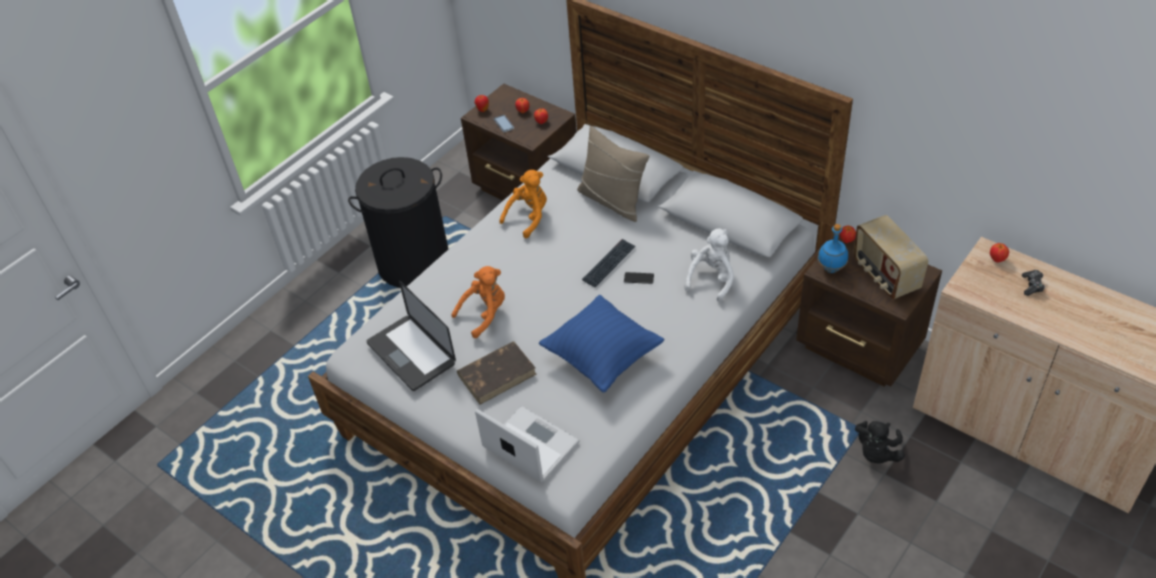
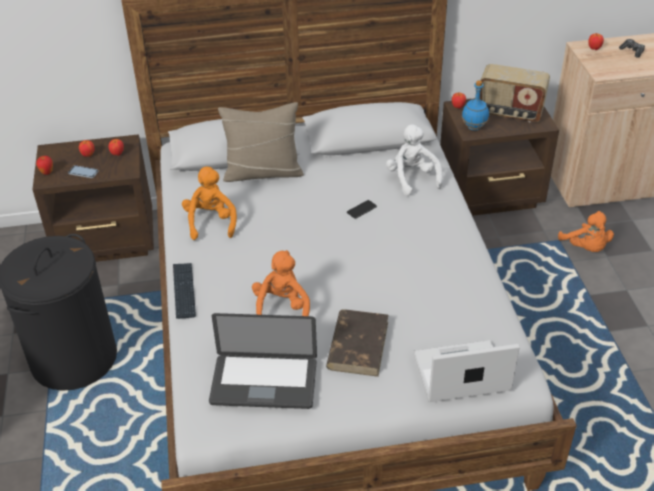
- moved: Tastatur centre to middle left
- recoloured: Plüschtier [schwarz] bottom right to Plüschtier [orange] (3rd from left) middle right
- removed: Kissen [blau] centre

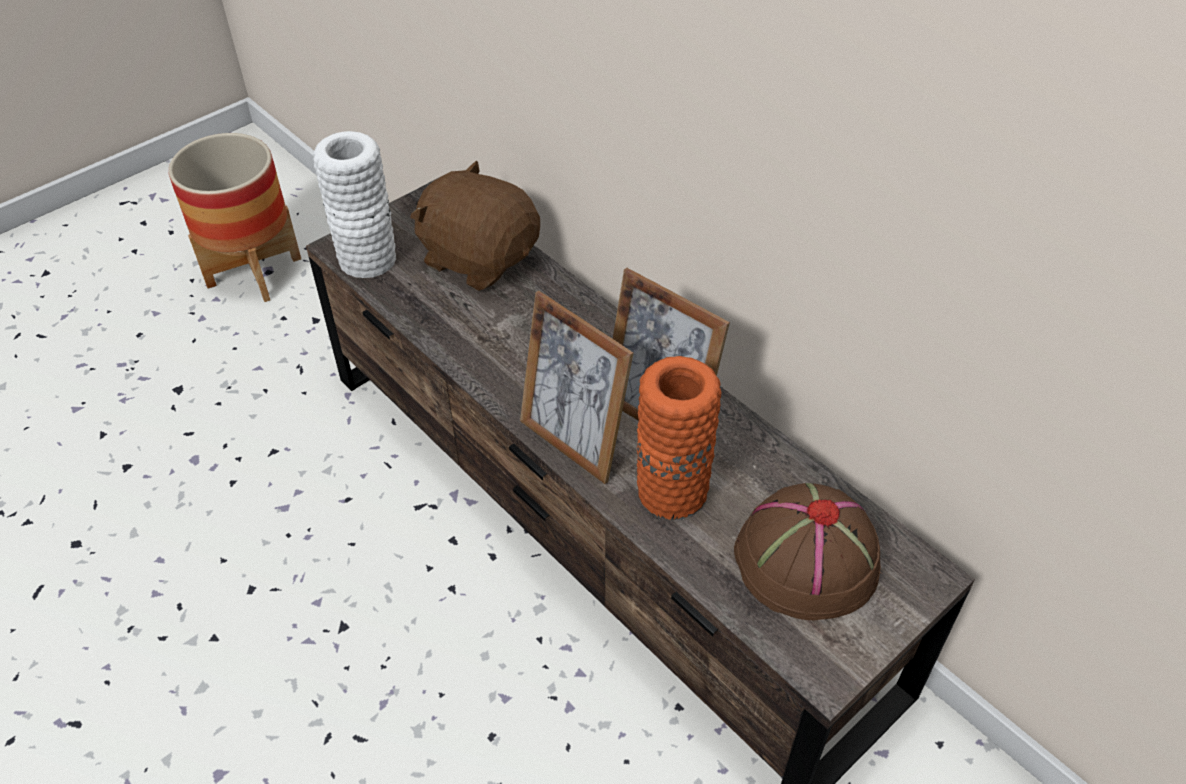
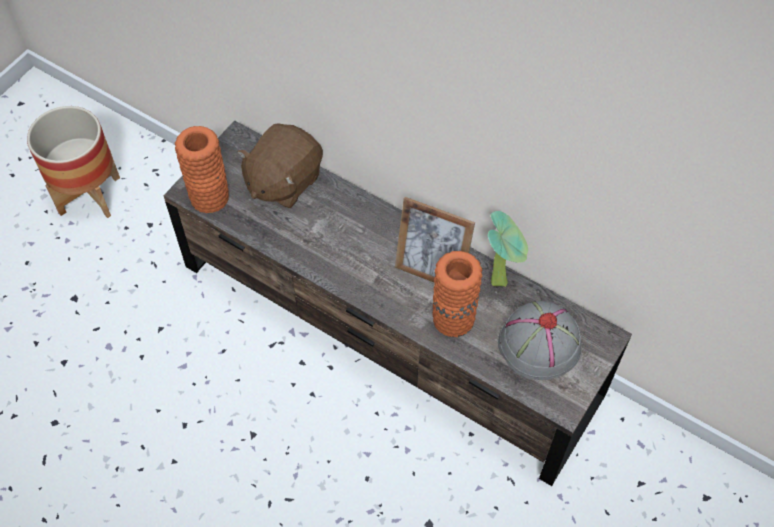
- recoloured: Vase [weiß] top left to Vase [orange] (1st from left) top left
- turned: Plüschtier [braun] top centre = top centre 75 degrees counterclockwise
- added: Topfpflanze centre
- recoloured: Hut [braun] bottom right to Hut [grau] middle right
- removed: Bilderrahmen (1st from left) centre

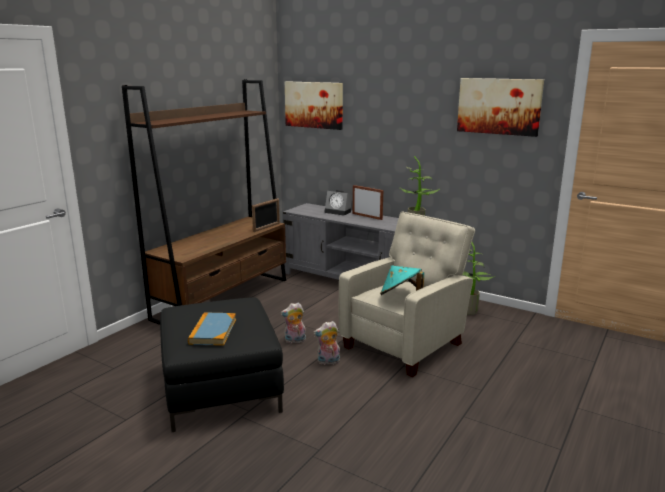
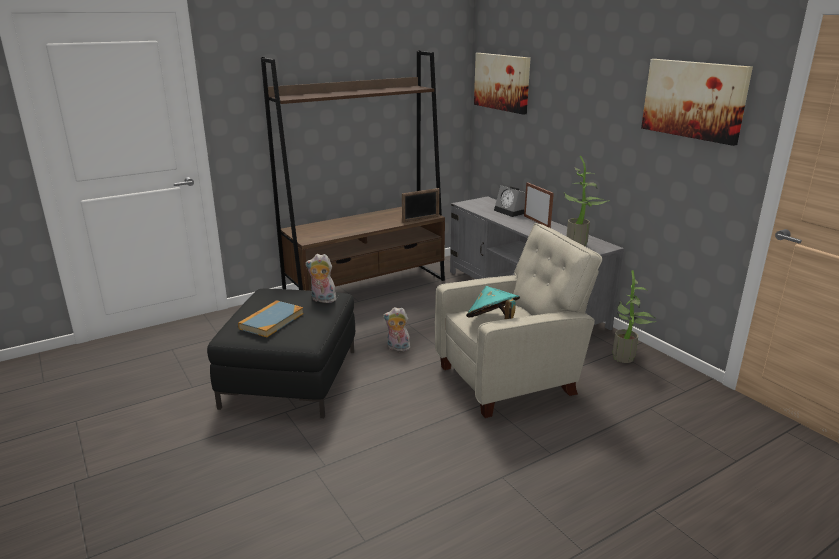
- moved: Plüschtier (2nd from left in the first image) bottom centre to Plüschtier (1st from left) centre

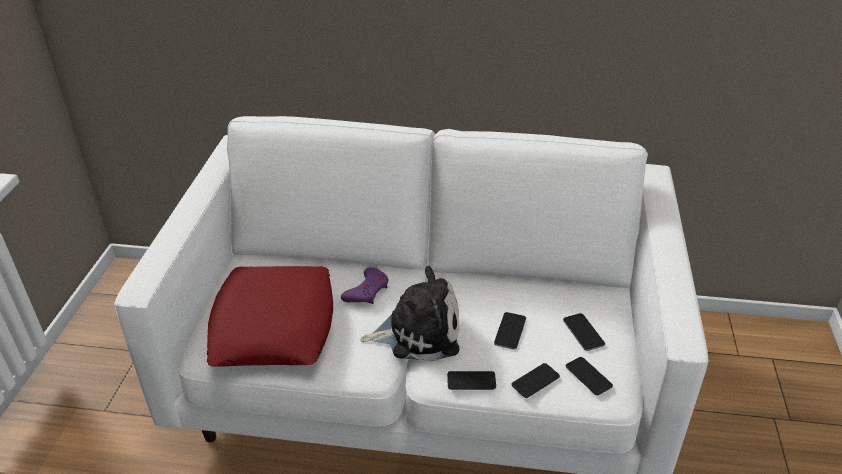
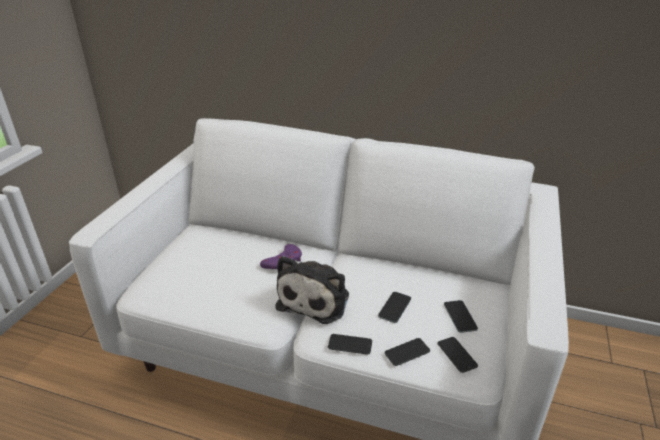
- turned: Plüschtier centre = centre 105 degrees clockwise
- removed: Kissen [rot] bottom left

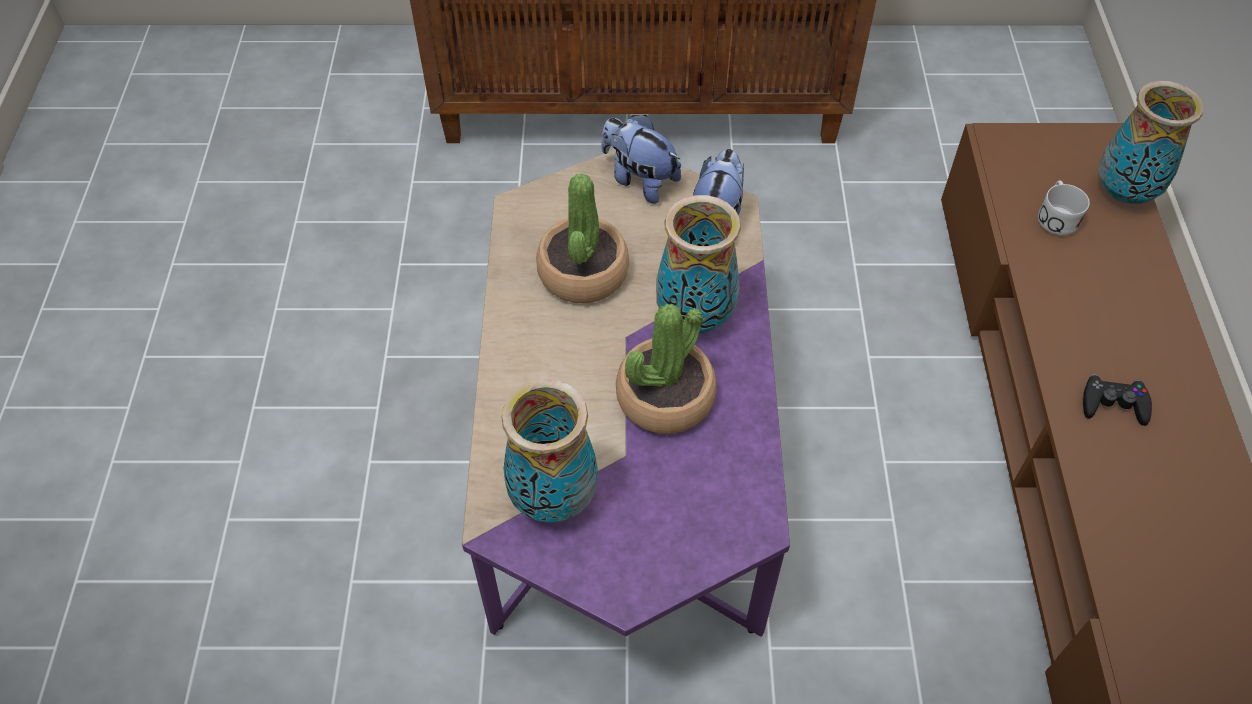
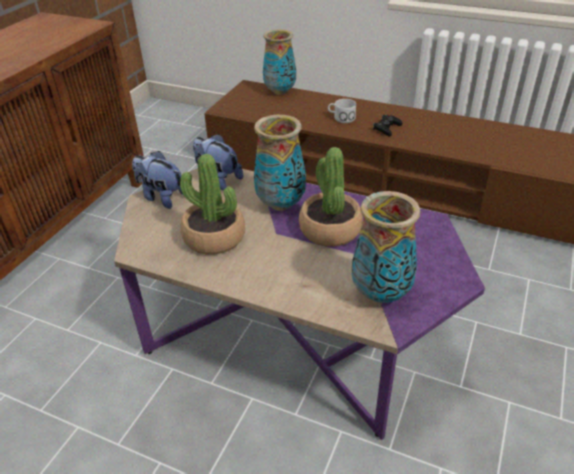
- turned: Plüschtier (1st from left) top centre = middle left 60 degrees clockwise
- moved: Henkelbecher [weiß] top right to top centre

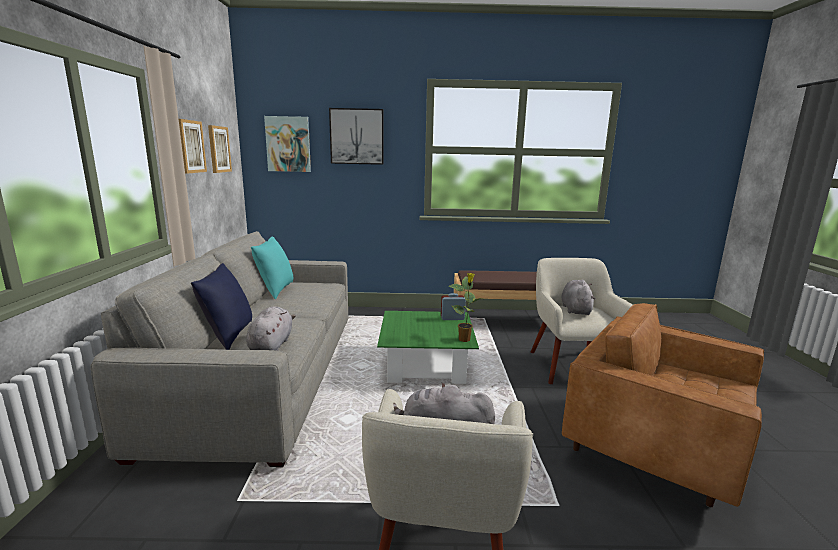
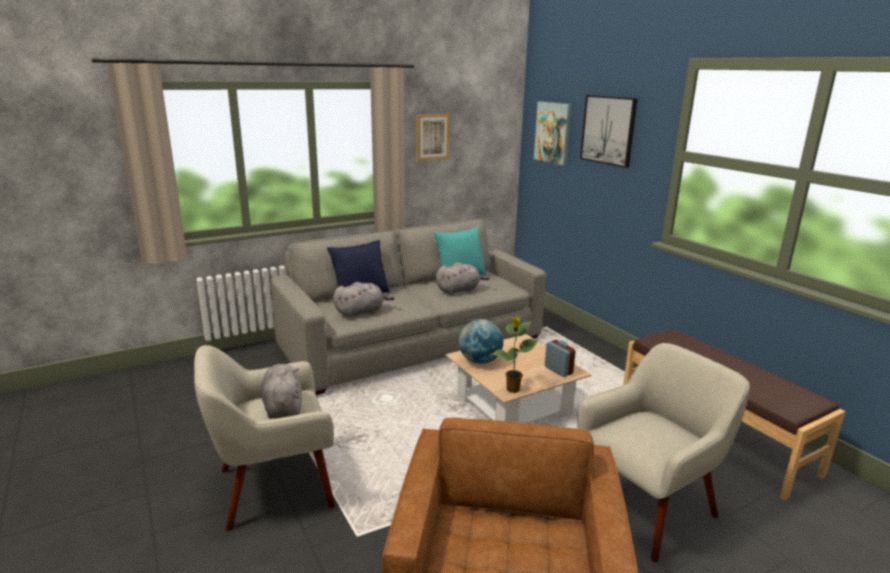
- moved: Plüschtier [grau] (3rd from left) middle right to centre
- recoloured: Couchtisch [grün] centre to Couchtisch [beige] centre
- added: Globus centre
- removed: Bild (2nd from left) top left

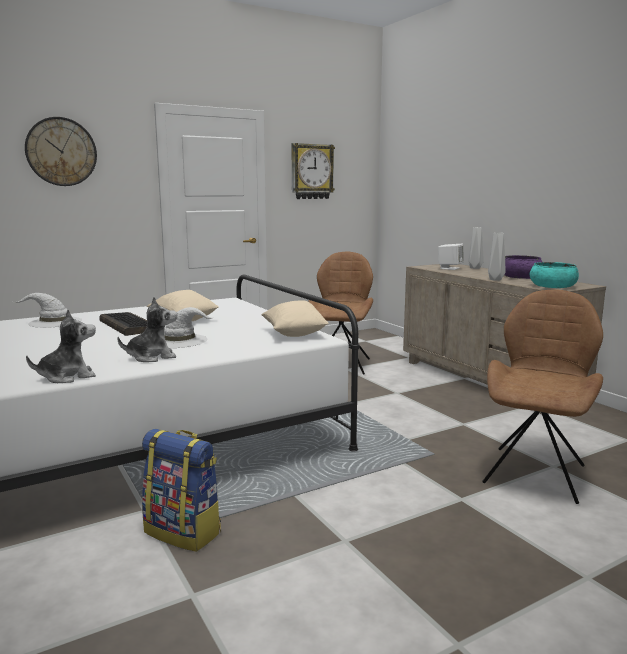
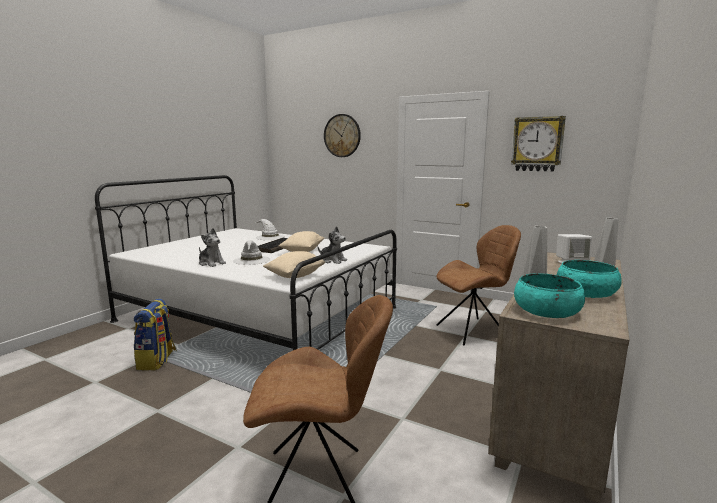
- moved: Plüschtier (1st from left in the first image) middle left to Plüschtier (2nd from left) centre
- recoloured: Schüssel [lila] middle right to Schüssel [türkis] (2nd from left) middle right

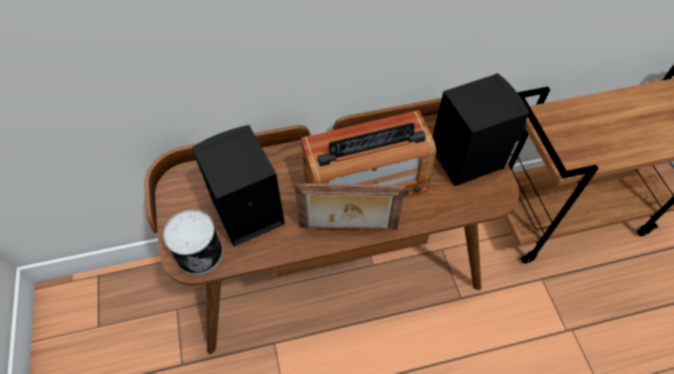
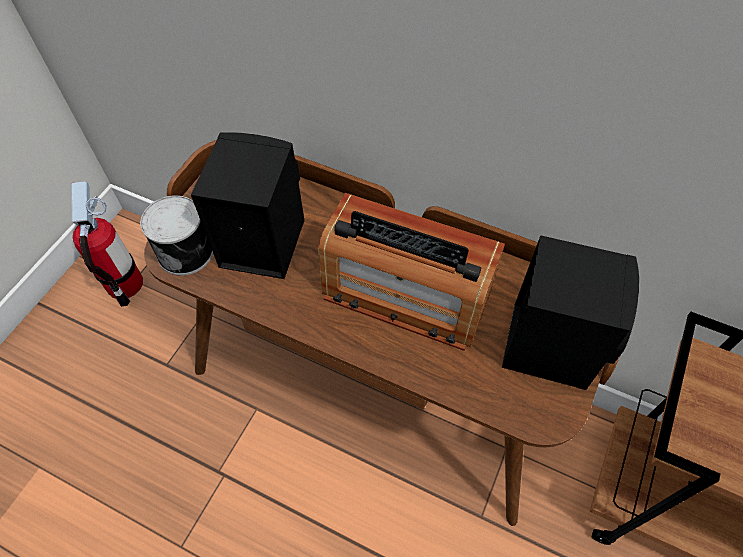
- added: Feuerlöscher middle left
- removed: Bilderrahmen centre

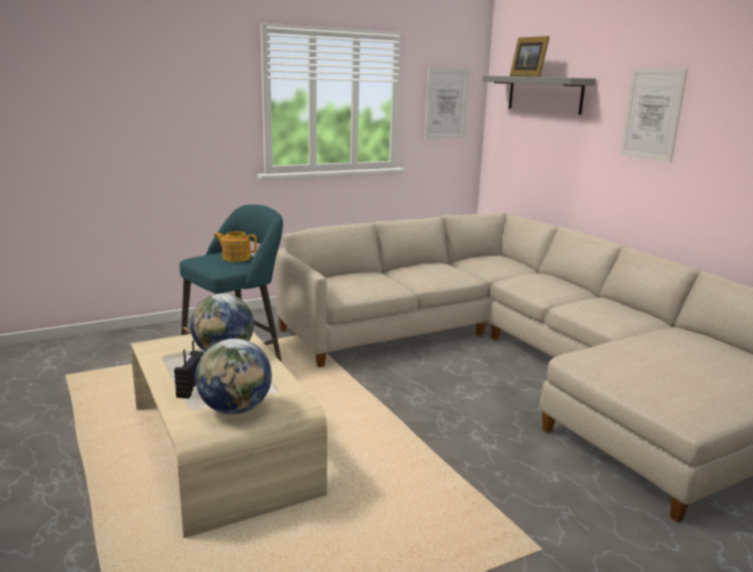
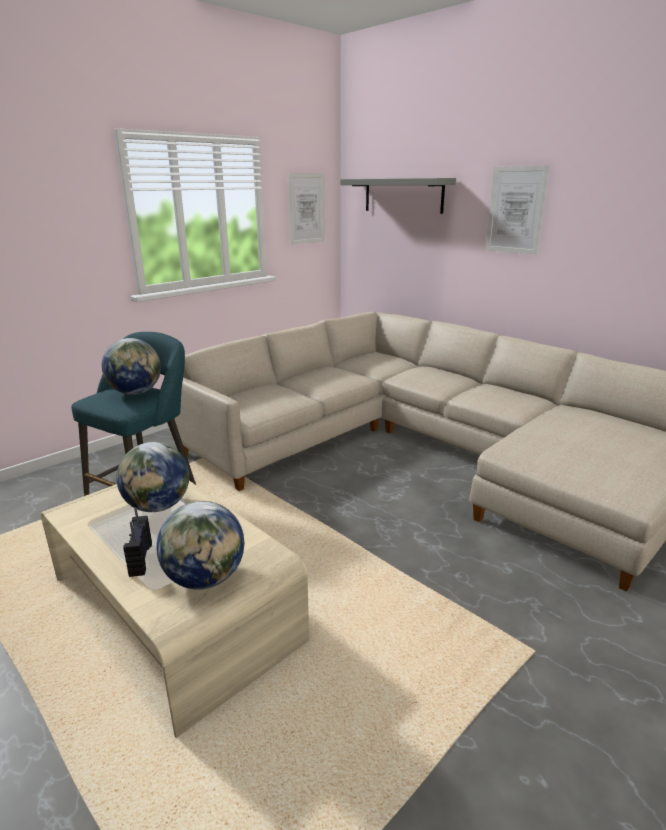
- replaced: Teekanne middle left to Globus (1st from left) middle left
- removed: Bilderrahmen top right

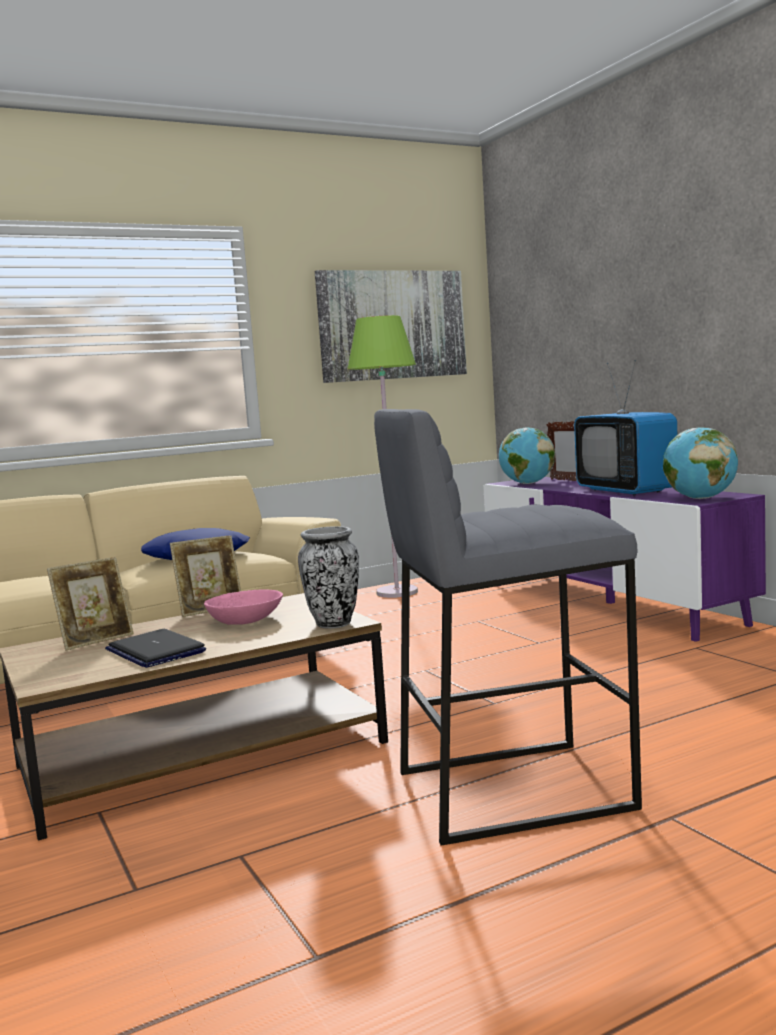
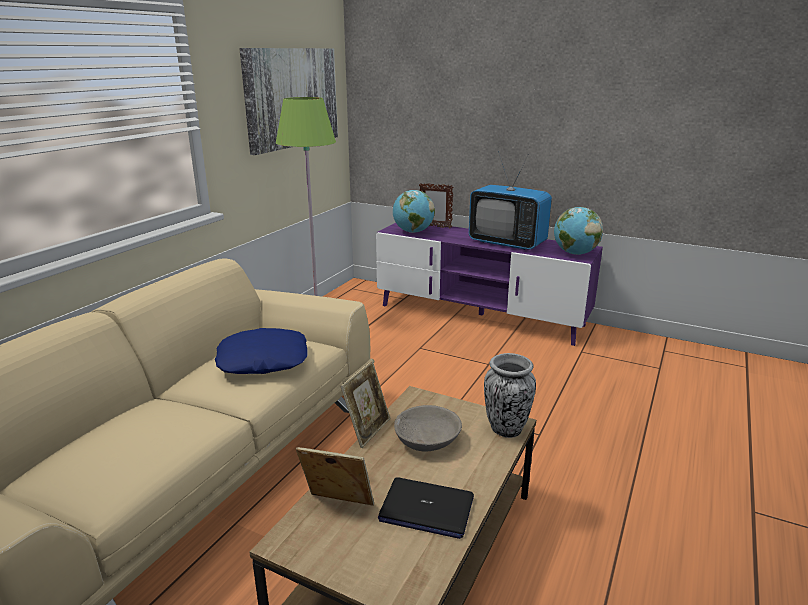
- turned: Bilderrahmen (1st from left) middle left = bottom centre 90 degrees counterclockwise
- recoloured: Schüssel [rosa] middle left to Schüssel [grau] bottom centre
- removed: Hocker [grau] centre

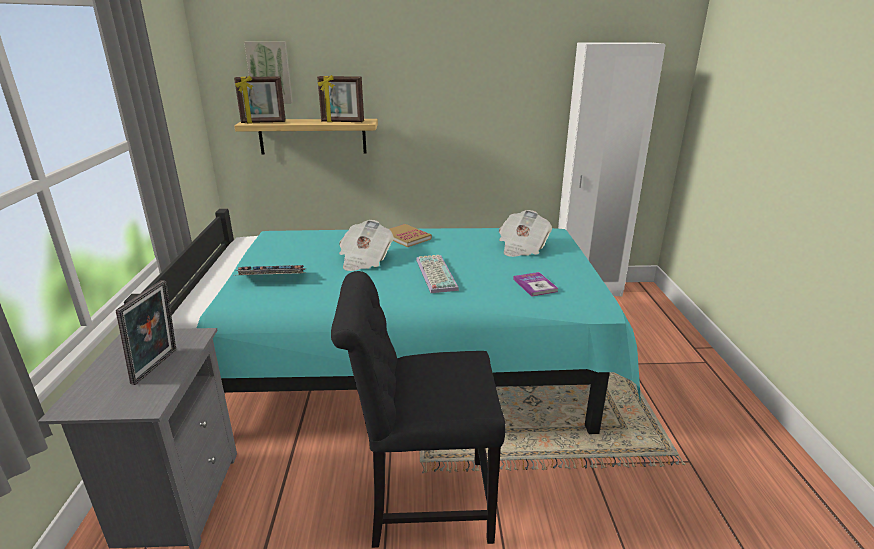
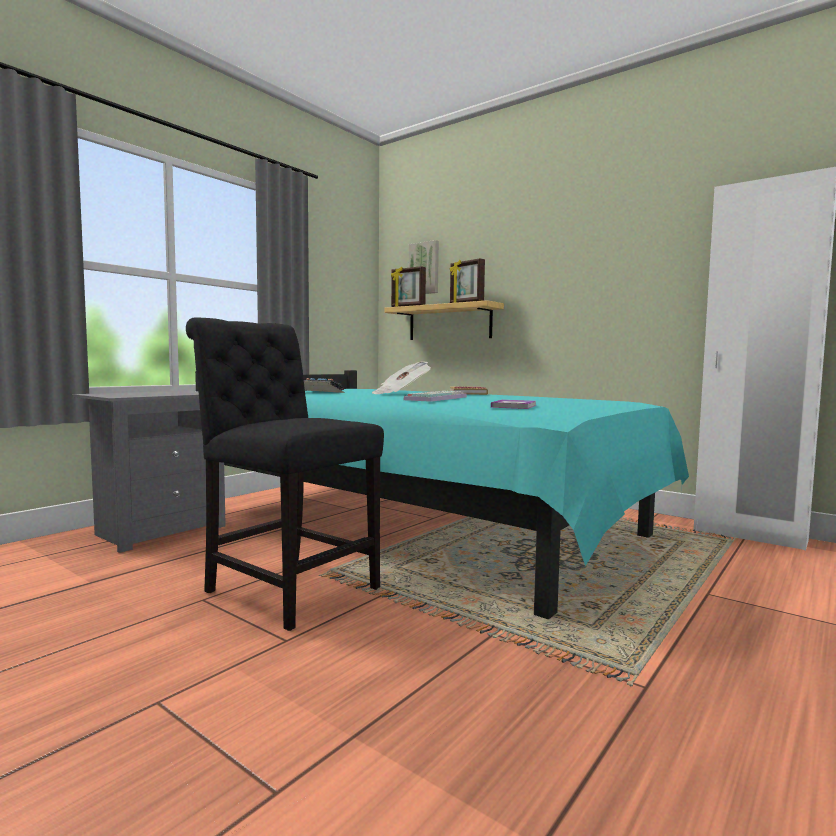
- removed: Bilderrahmen (1st from left) middle left
- removed: Zeitung (2nd from left) centre

